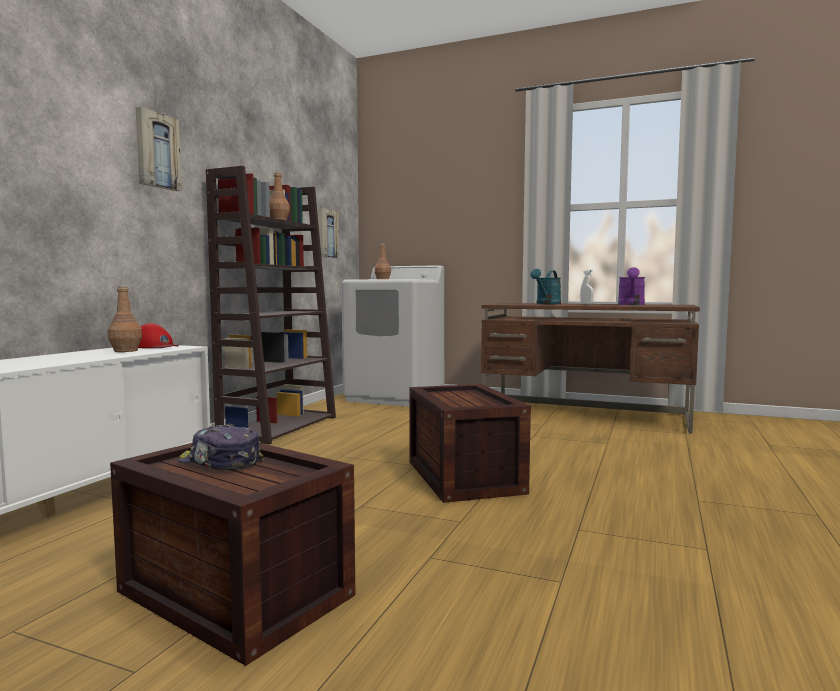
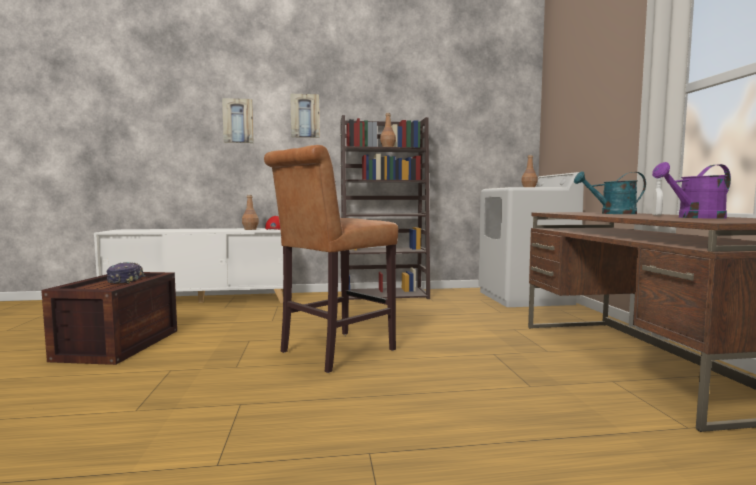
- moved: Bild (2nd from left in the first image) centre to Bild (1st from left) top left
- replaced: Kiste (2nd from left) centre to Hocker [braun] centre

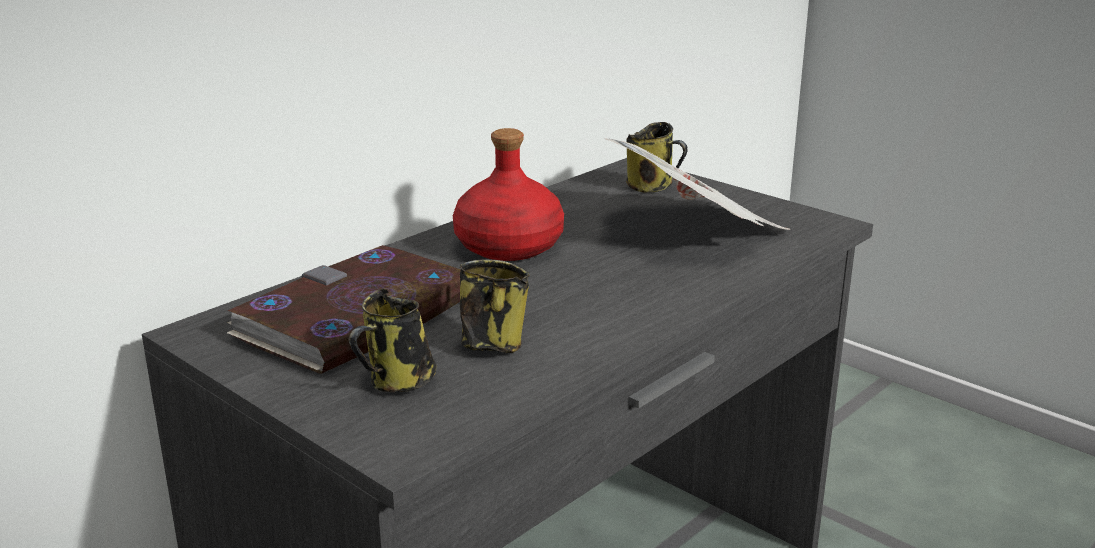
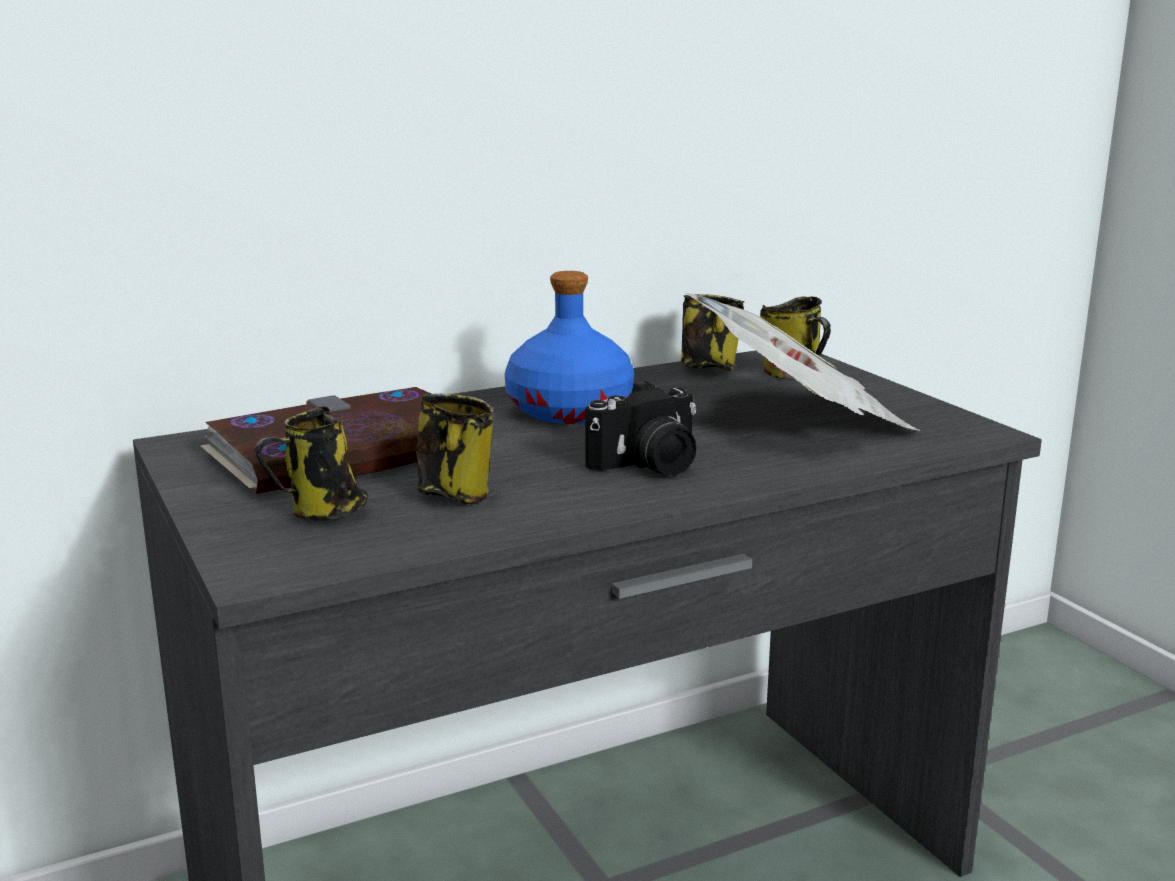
- recoloured: Flasche [rot] centre to Flasche [blau] centre
- added: Kamera centre
- added: Henkelbecher (3rd from left) centre

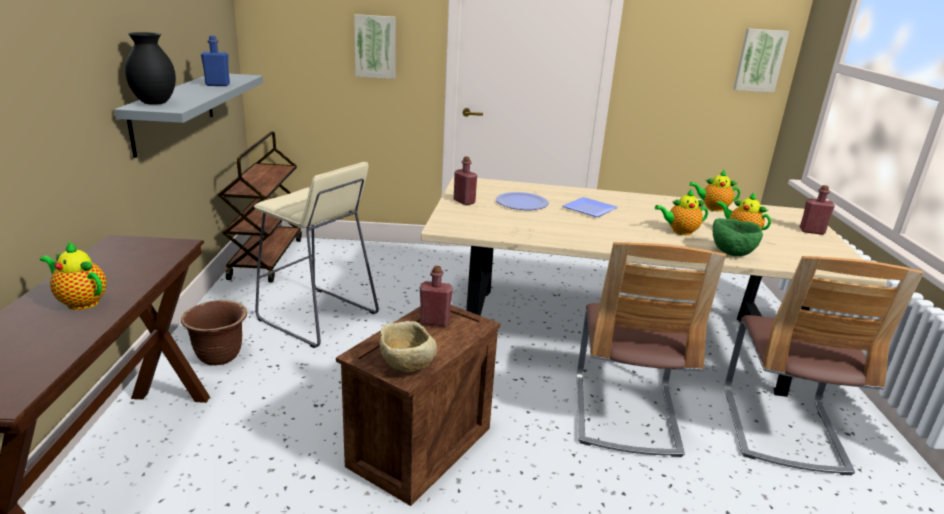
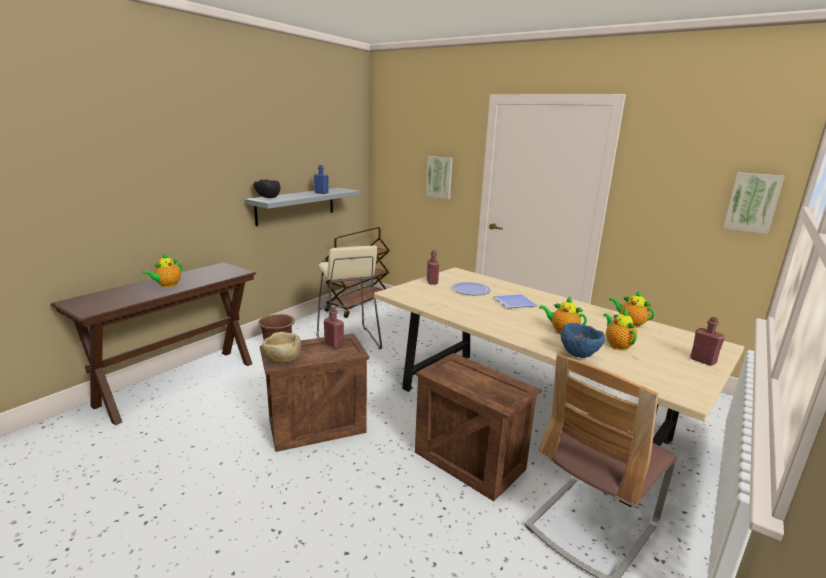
- turned: Teekanne (1st from left) middle left = middle left 120 degrees counterclockwise
- replaced: Vase [schwarz] top left to Schüssel [schwarz] top left
- replaced: Stuhl (1st from left) bottom right to Kiste (2nd from left) bottom centre
- recoloured: Schüssel [grün] middle right to Schüssel [blau] middle right

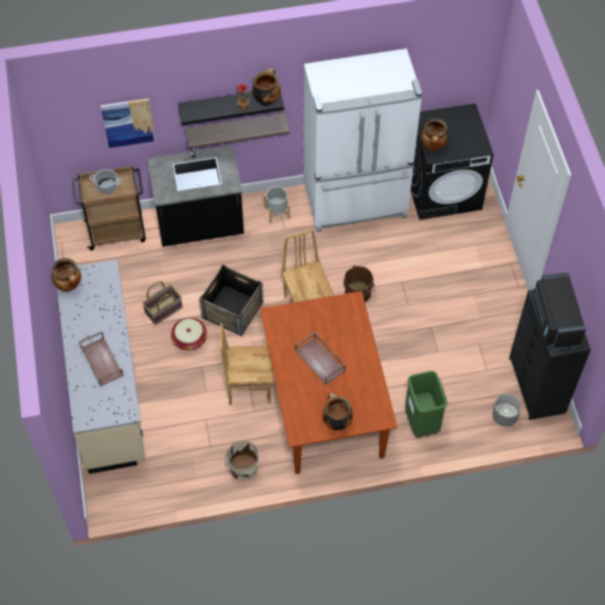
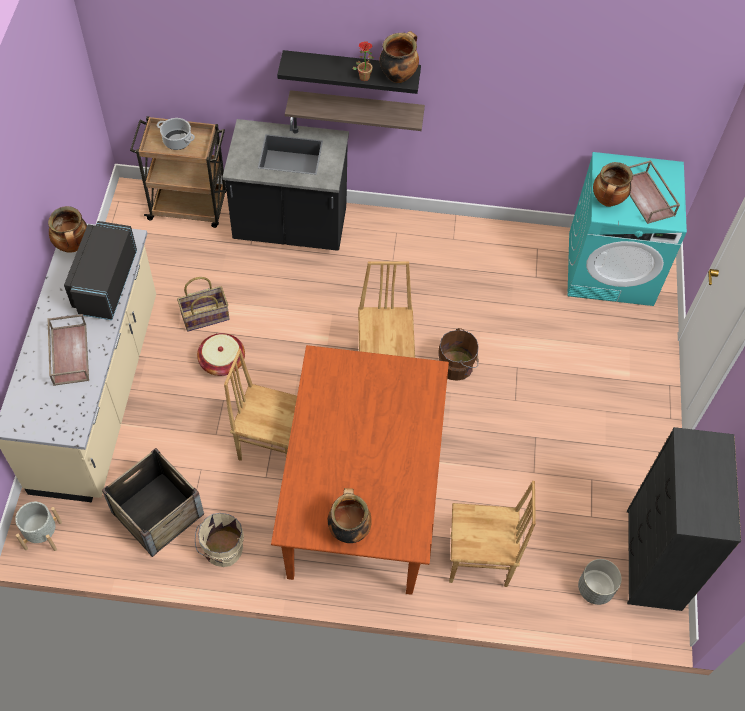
- moved: Pflanzkübel [grau] (1st from left) centre to bottom left
- moved: Mikrowelle [schwarz] middle right to middle left
- moved: Kiste centre to bottom left
- replaced: Mülleimer [grün] bottom right to Stuhl [braun] (3rd from left) bottom centre
- recoloured: Waschmaschine [schwarz] top right to Waschmaschine [türkis] top right
- moved: Tablett [braun] (2nd from left) centre to top right
- removed: Bild top left
- removed: Kühlschrank [weiß] top centre

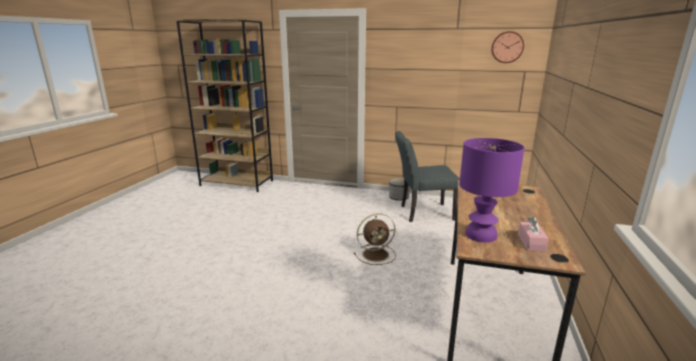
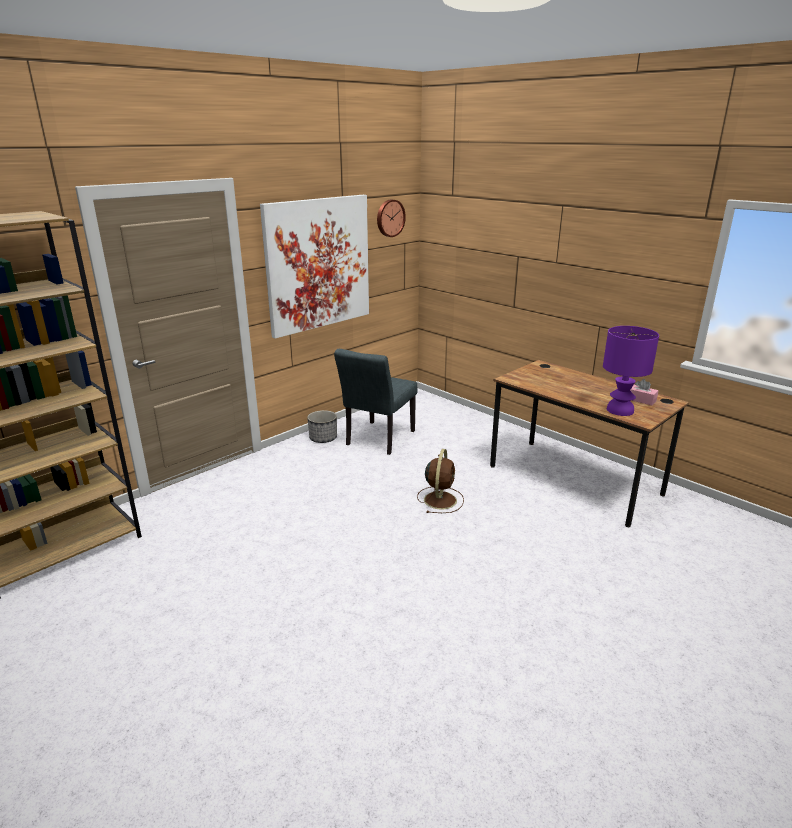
- added: Bild top centre

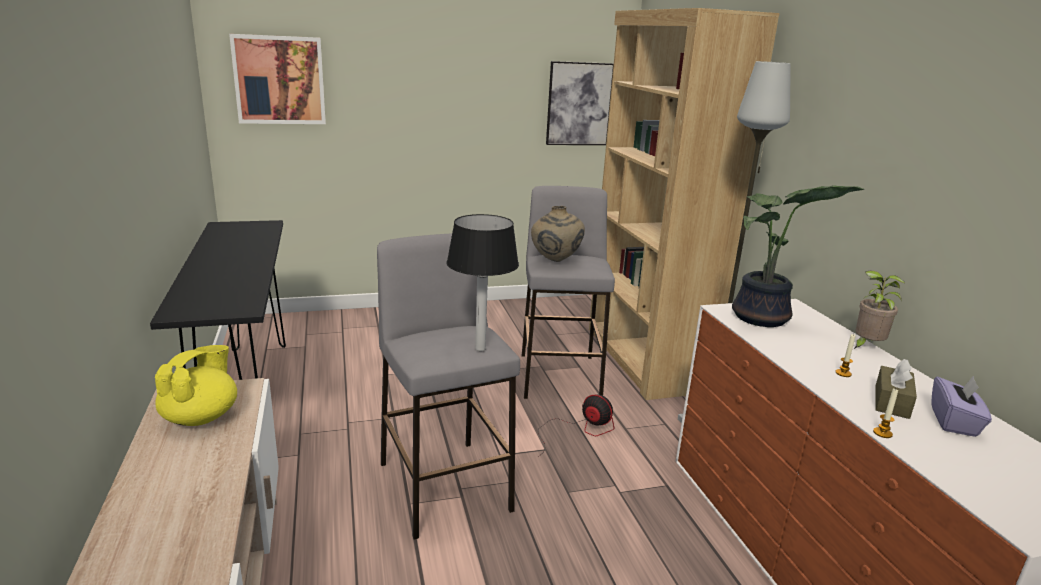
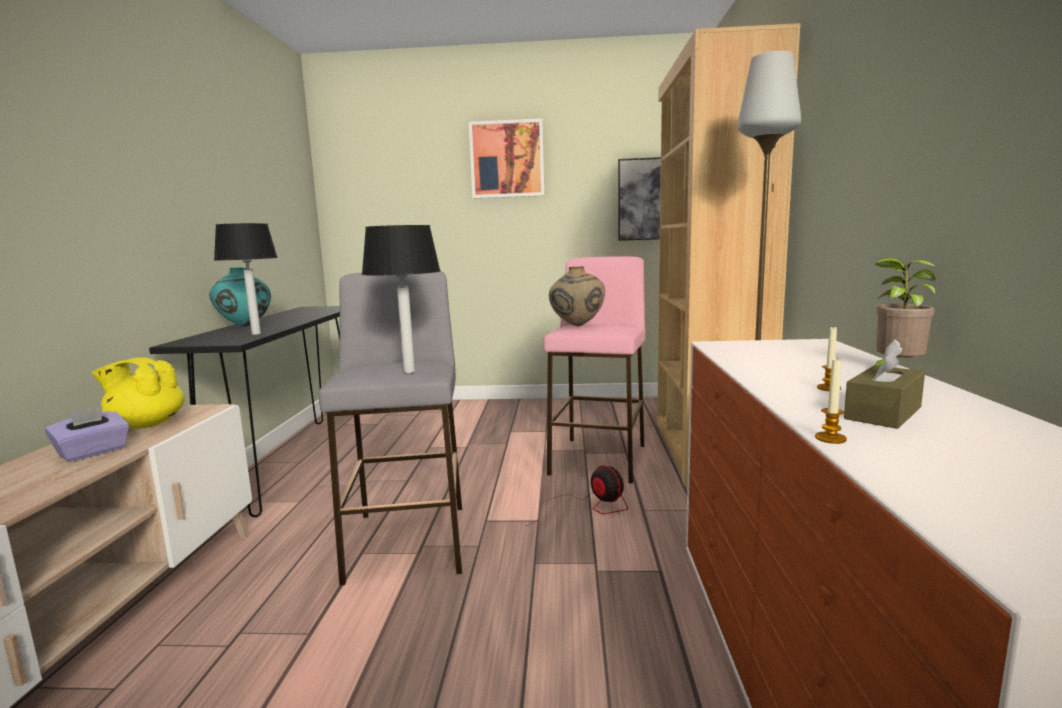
- moved: Taschentuchbox [lila] bottom right to middle left
- turned: Teekanne [gelb] middle left = middle left 120 degrees counterclockwise
- added: Vase [türkis] middle left
- added: Tischlampe (1st from left) middle left
- moved: Bild (1st from left) top left to top centre
- recoloured: Hocker [grau] (2nd from left) centre to Hocker [rosa] centre
- removed: Topfpflanze (1st from left) middle right

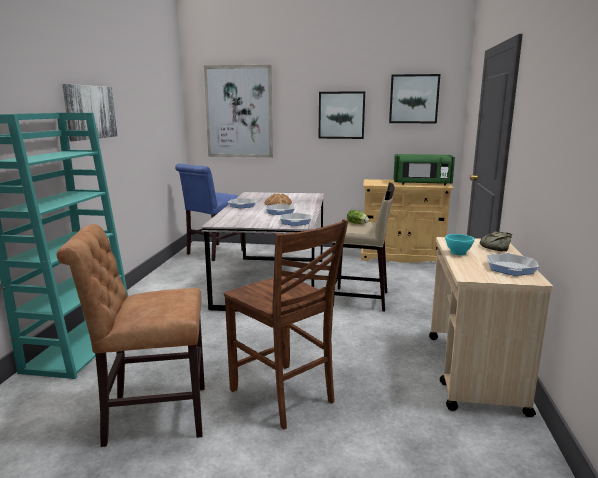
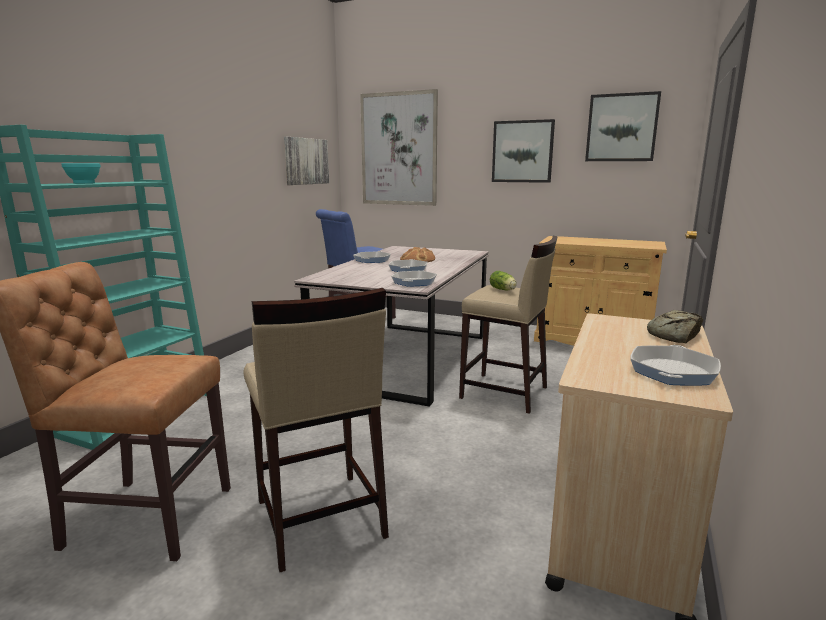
- moved: Schüssel [türkis] middle right to top left
- replaced: Stuhl [braun] (2nd from left) bottom centre to Hocker [beige] (1st from left) bottom centre
- moved: Bild (1st from left) top left to top centre
- removed: Mikrowelle [grün] middle right

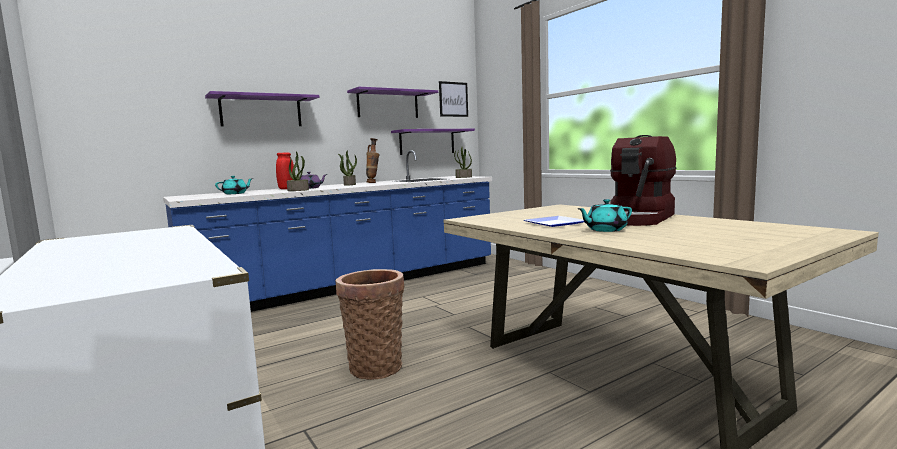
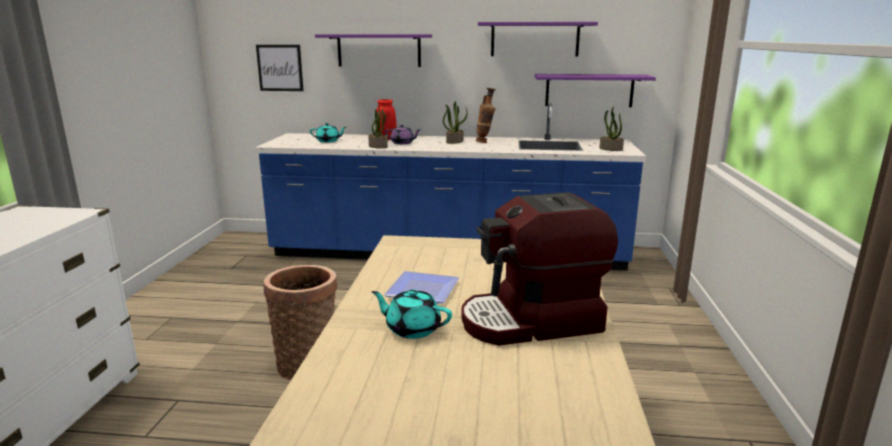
- moved: Bild top centre to top left

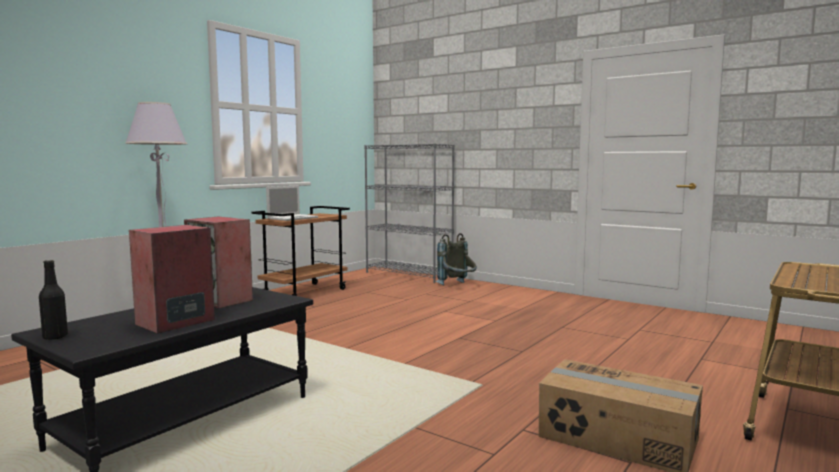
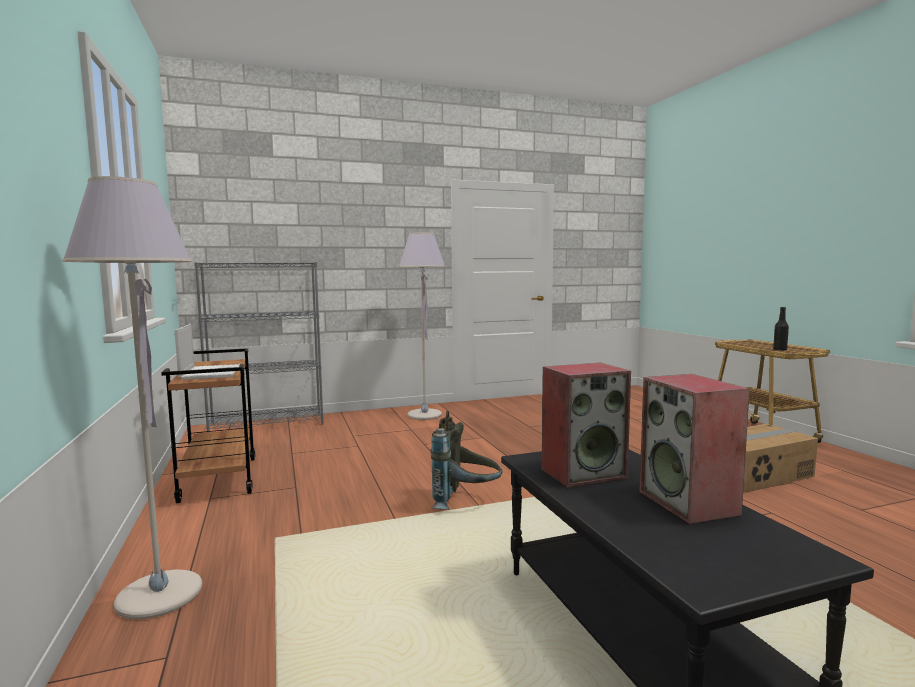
- added: Stehlampe [grau] (2nd from left) centre
- moved: Rucksack [grau] centre to bottom centre
- moved: Flasche [schwarz] middle left to middle right

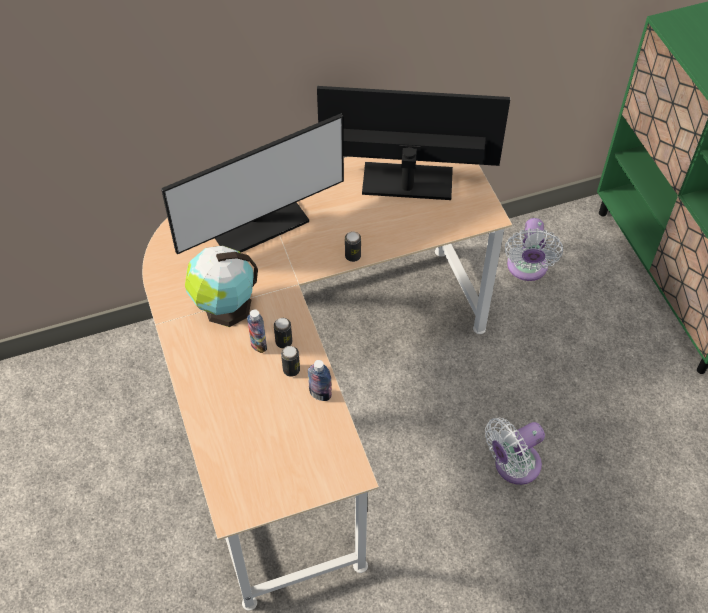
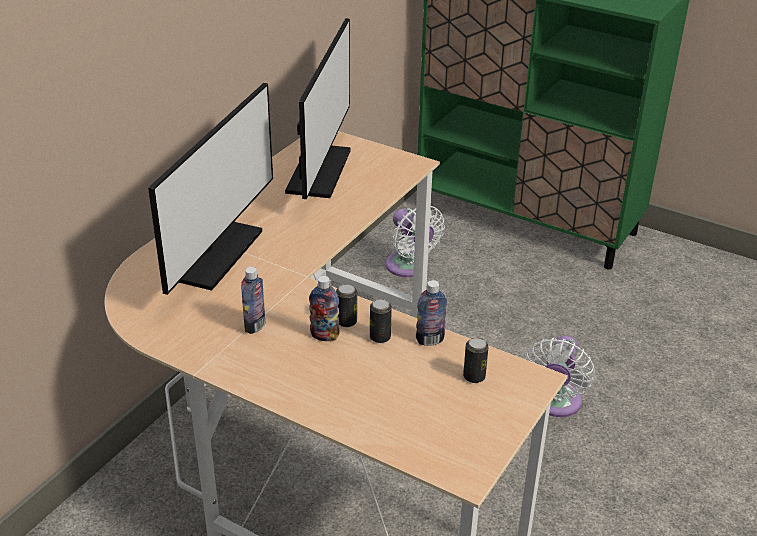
- replaced: Globus middle left to Flasche (1st from left) centre
- turned: Monitor (2nd from left) top centre = top centre 135 degrees clockwise
- moved: Dose (3rd from left) centre to bottom centre

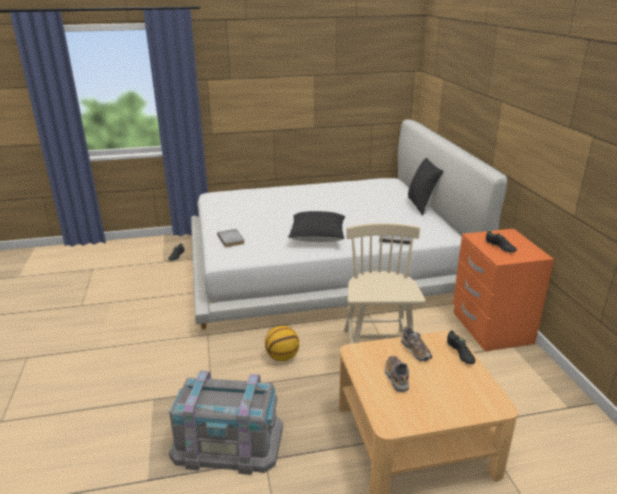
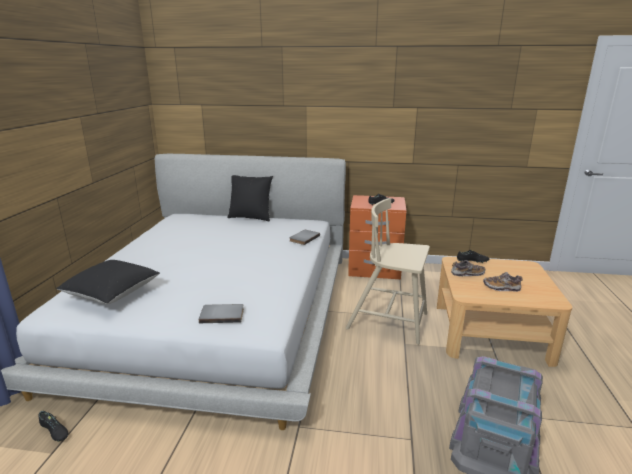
- moved: Kissen [schwarz] (1st from left) centre to middle left
- removed: Basketball bottom centre

